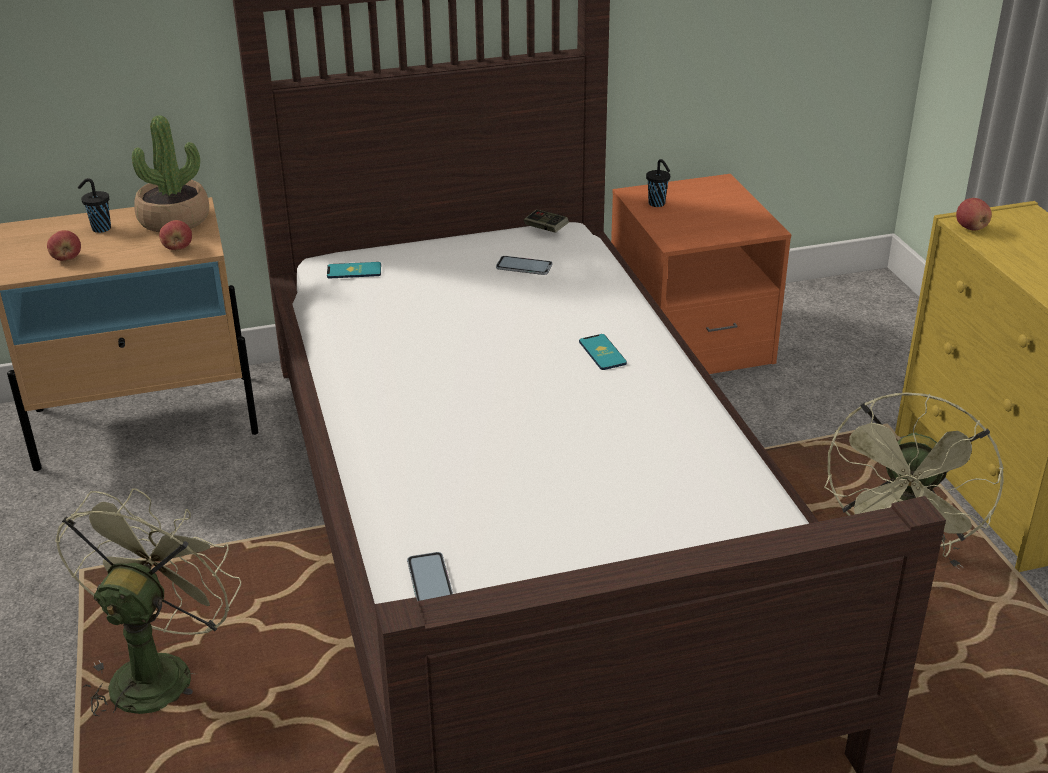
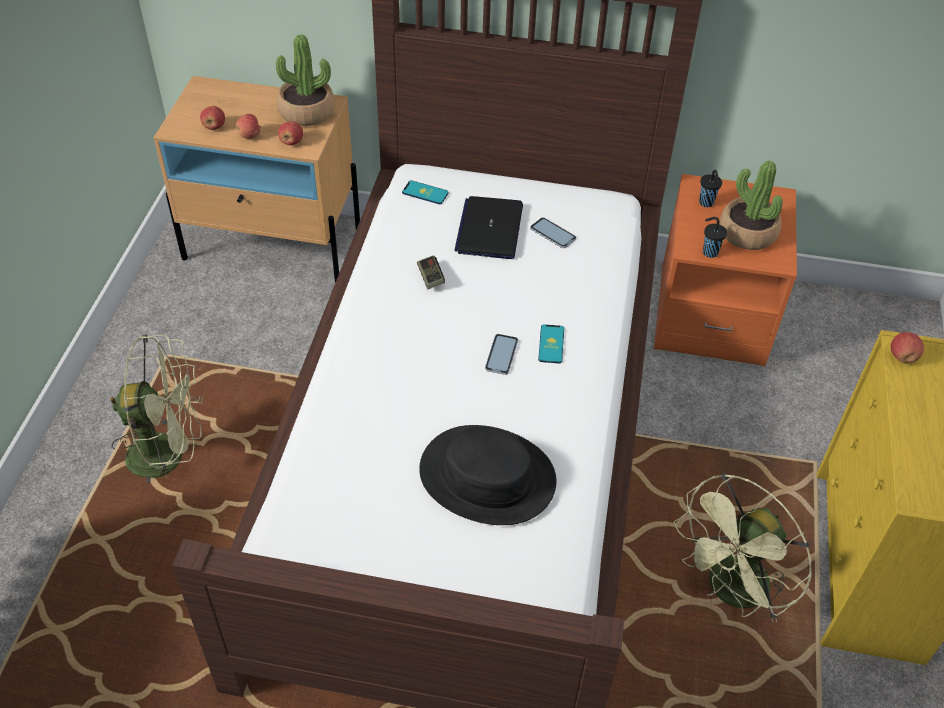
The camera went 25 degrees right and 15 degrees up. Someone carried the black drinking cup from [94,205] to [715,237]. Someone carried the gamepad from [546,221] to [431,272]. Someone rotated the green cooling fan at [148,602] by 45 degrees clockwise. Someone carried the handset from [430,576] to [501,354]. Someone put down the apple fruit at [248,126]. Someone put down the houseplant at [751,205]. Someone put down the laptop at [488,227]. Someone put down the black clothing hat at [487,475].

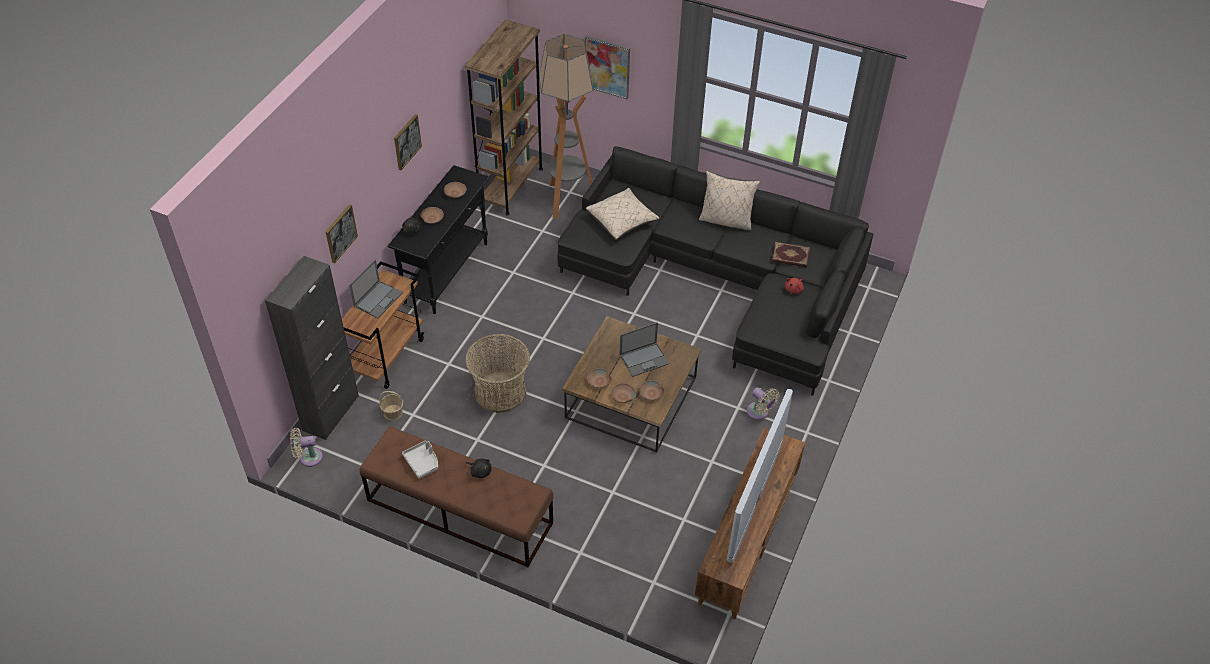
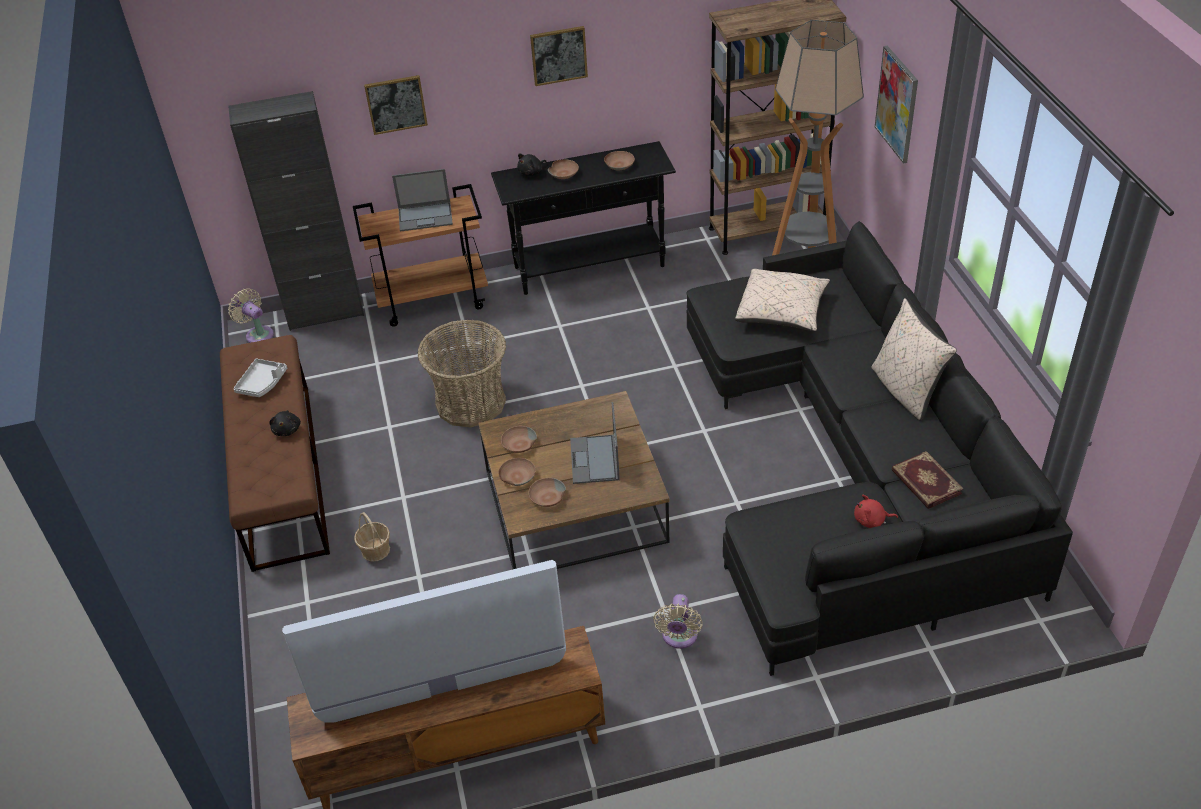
The camera went 55 degrees right and 5 degrees down. Someone rotated the laptop at [645,349] by 60 degrees clockwise. Someone carried the household basket from [391,406] to [372,537].

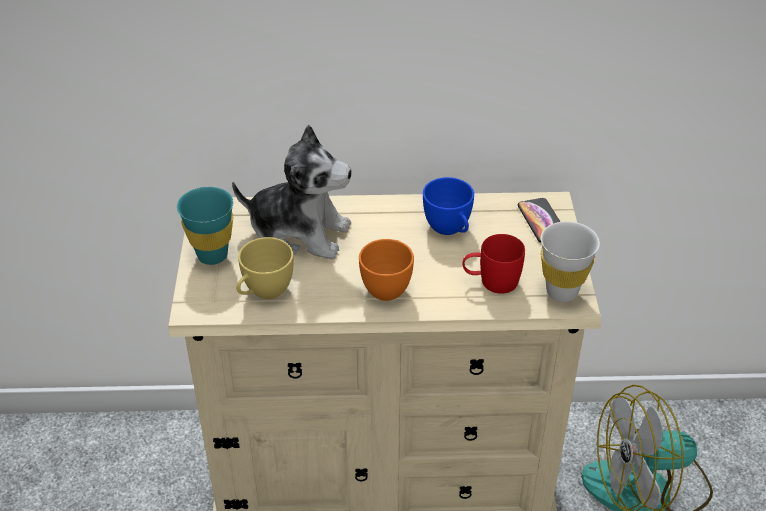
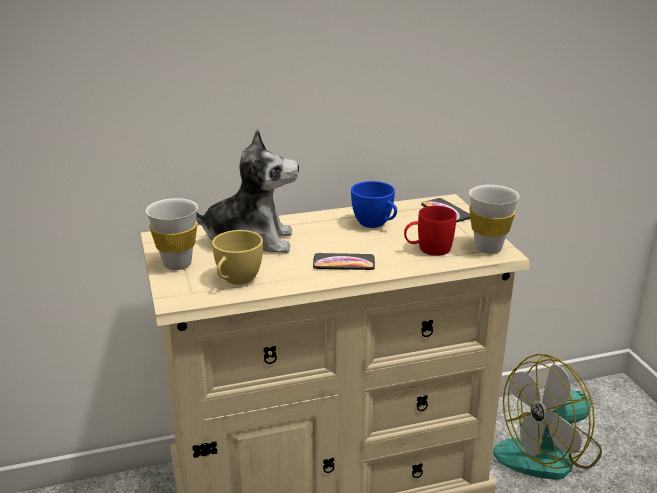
The camera went 15 degrees left and 15 degrees down. Someone repainted the turquoise drinking cup at [205,226], which became the white-coloured drinking cup at [172,234]. Someone swapped the orange drinking cup at [386,270] for the handset at [344,261].

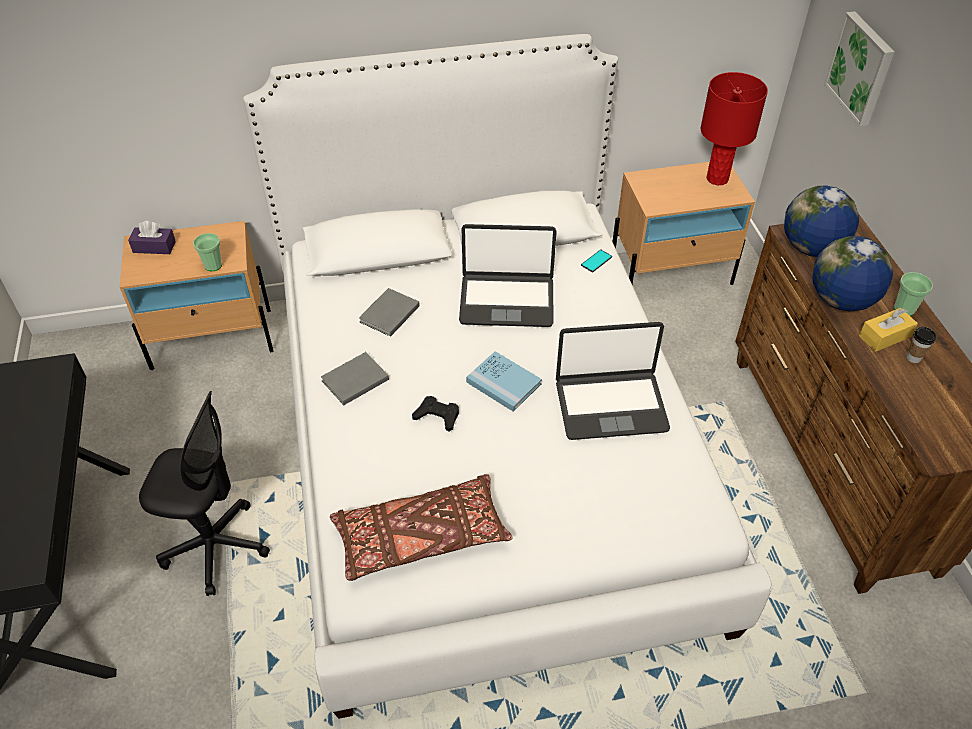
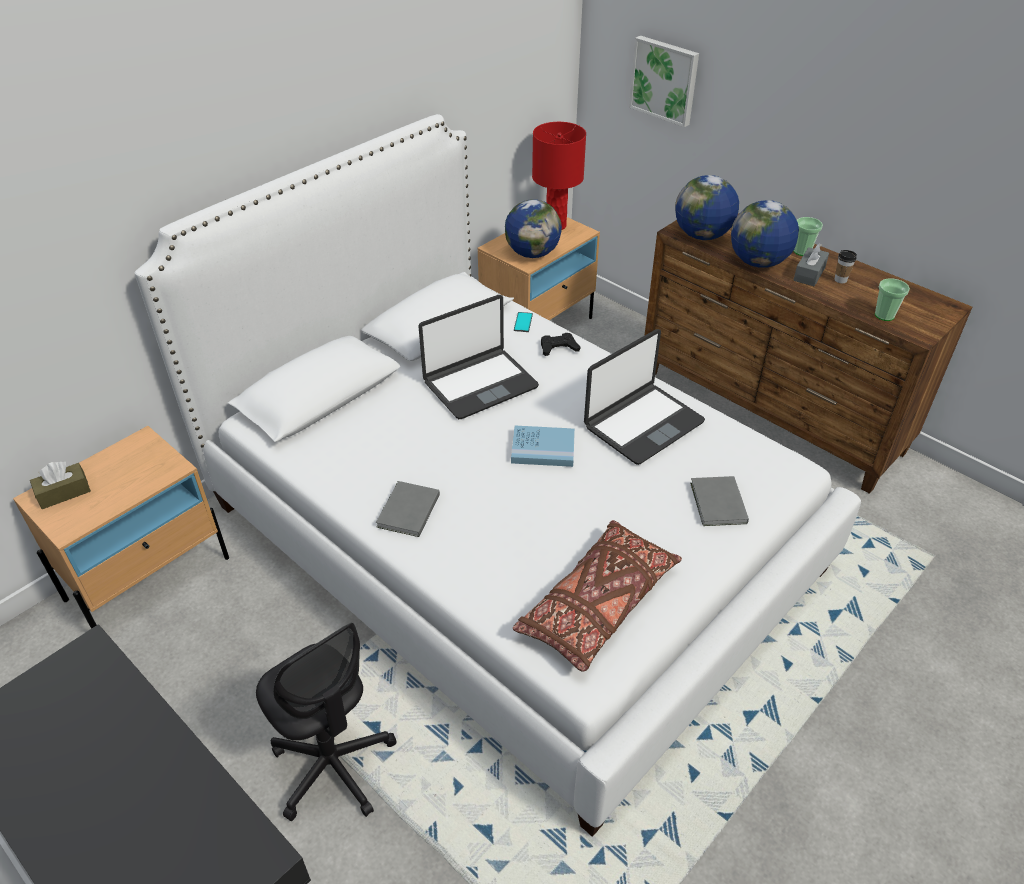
The camera went 35 degrees left and 5 degrees down. Someone repainted the purple box of tissues at [152,237], which became the brown-coloured box of tissues at [60,485]. Someone carried the drinking cup from [207,252] to [892,299]. Someone carried the greyish bound book from [389,312] to [719,501]. Someone repainted the yellowish box of tissues at [888,330], which became the greyish box of tissues at [811,264]. Someone rotated the black office chair at [204,493] by 75 degrees clockwise. Someone carried the black gamepad from [435,413] to [561,344]. Someone put down the globe at [533,228].

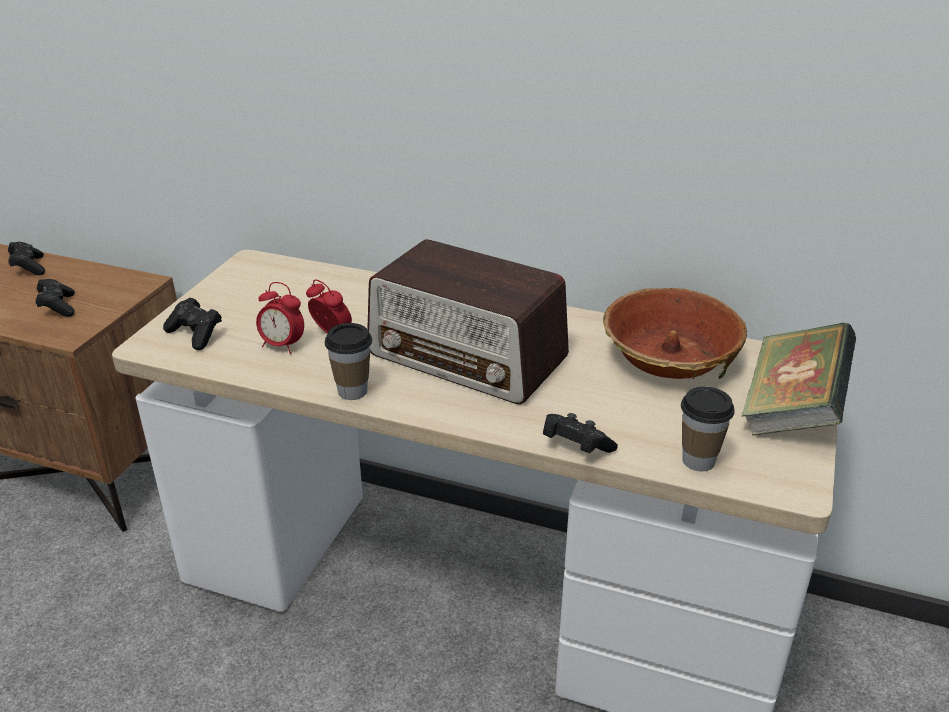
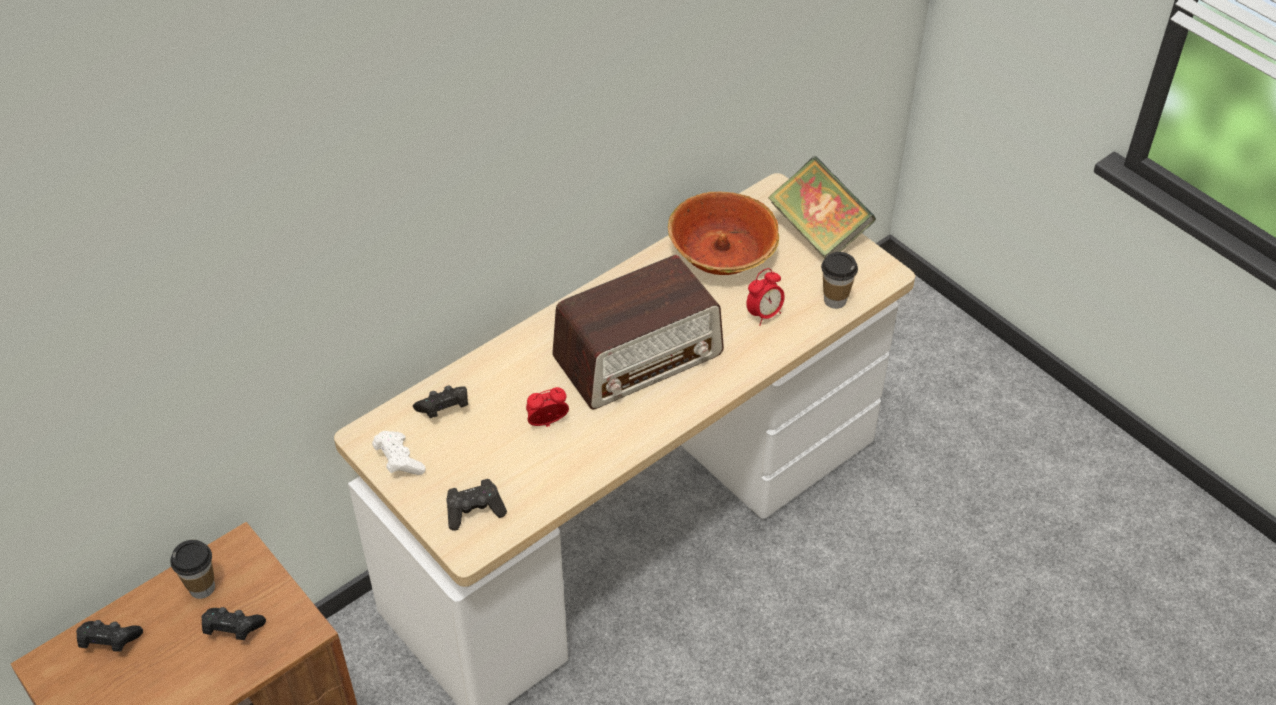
The camera went 60 degrees left and 15 degrees up. Someone carried the table clock from [280,318] to [766,297]. Someone carried the drinking cup from [348,361] to [192,569]. Someone carried the black gamepad from [580,433] to [440,402]. Someone put down the white-coloured gamepad at [399,453].

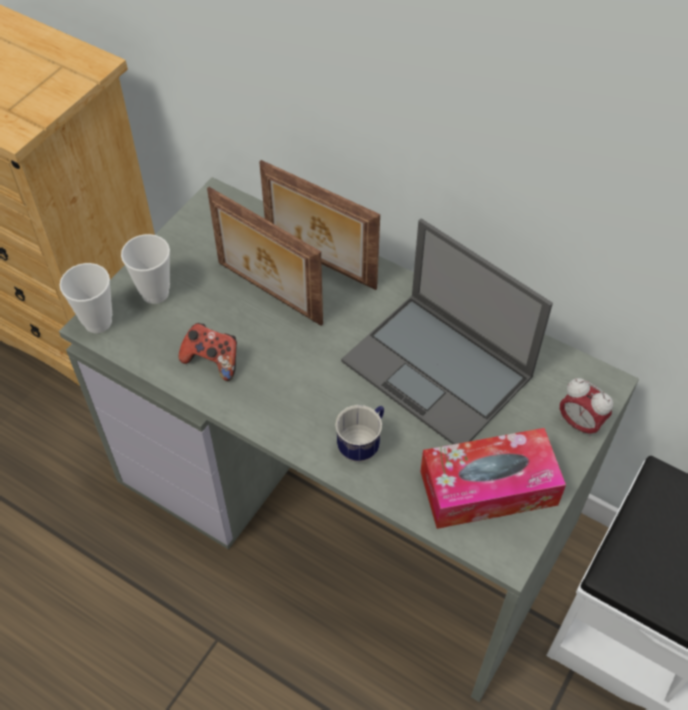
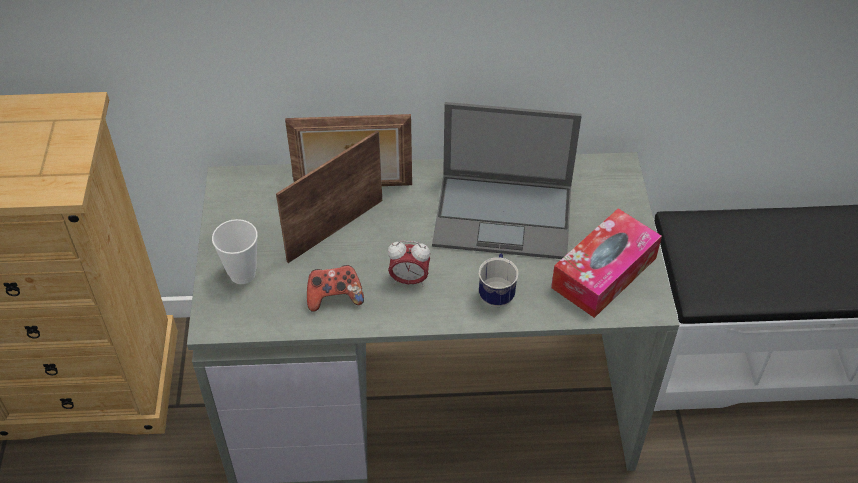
The camera went 35 degrees left and 5 degrees down. Someone rotated the picture frame at [265,256] by 135 degrees clockwise. Someone took away the drinking cup at [86,298]. Someone carried the table clock from [586,408] to [409,264].

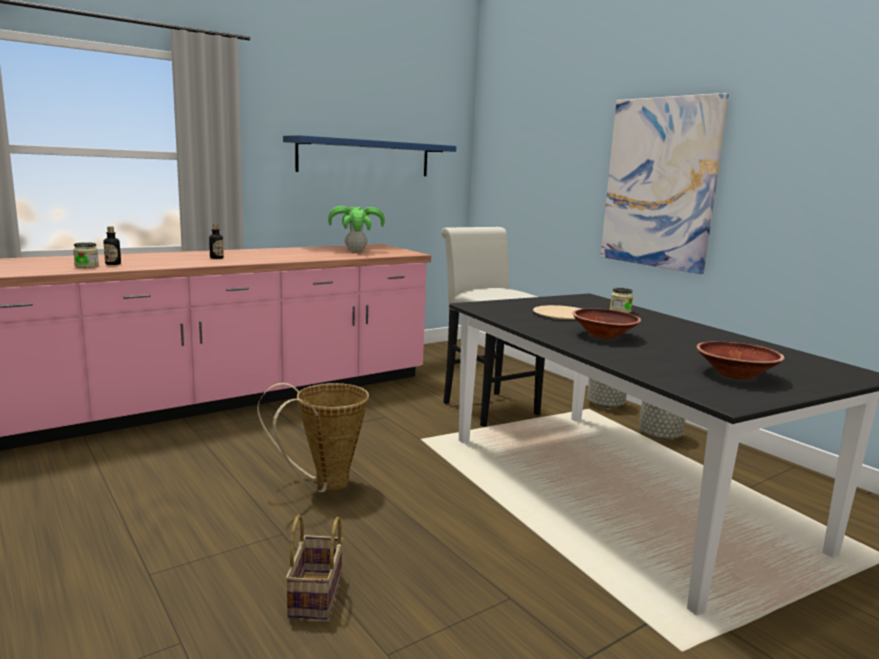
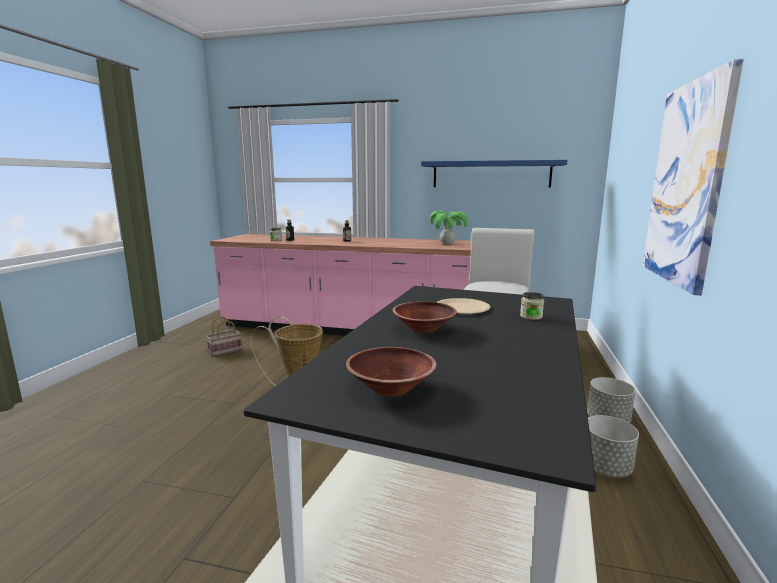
The camera went 50 degrees right and 0 degrees up. Someone carried the household basket from [314,567] to [224,336].

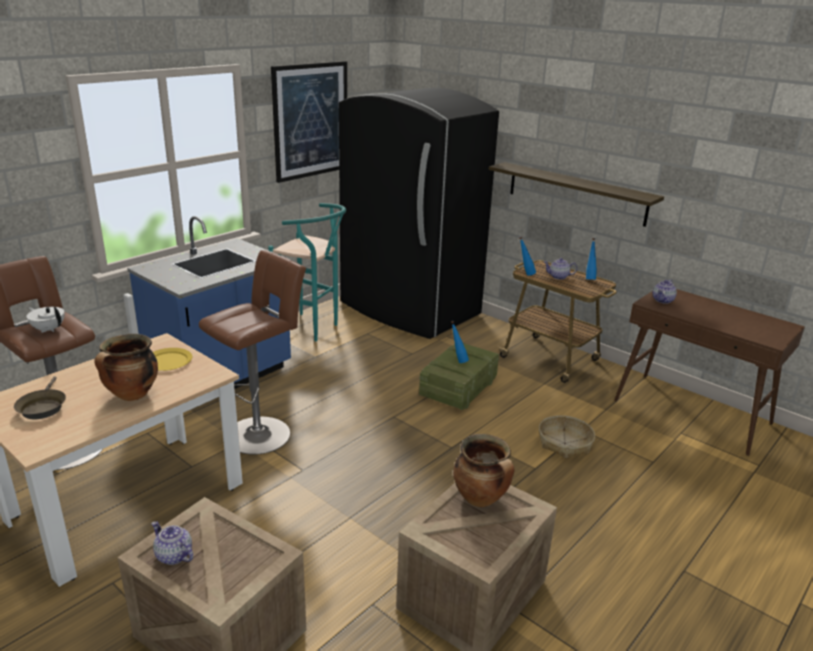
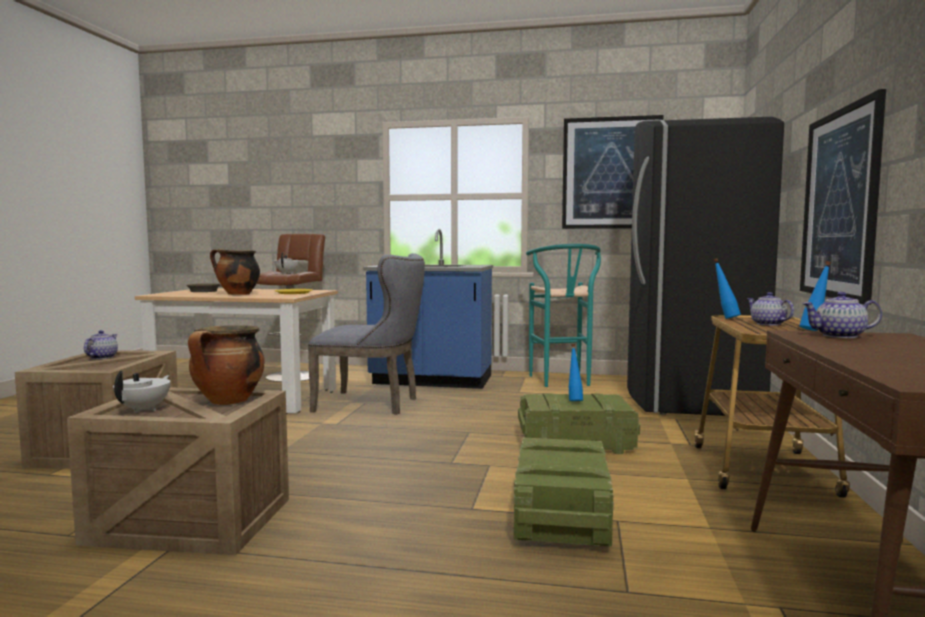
The camera went 60 degrees right and 20 degrees down. Someone swapped the wall shelf at [576,194] for the picture at [843,197]. Someone swapped the brown-coloured sitting stool at [252,352] for the greyish upright chair at [366,334]. Someone swapped the household basket at [567,436] for the shipping crate at [564,492]. Someone put down the white-coloured pot for tea at [141,392].

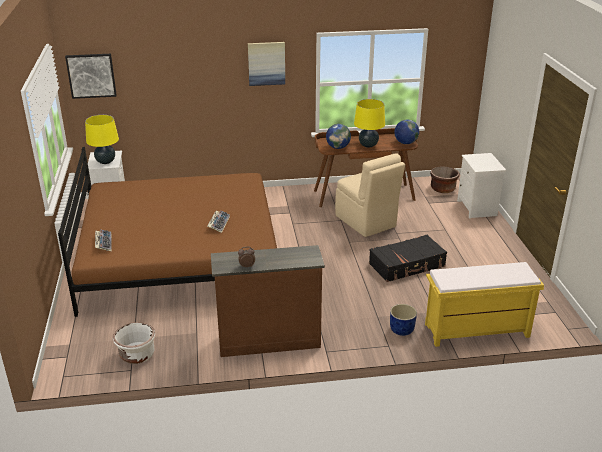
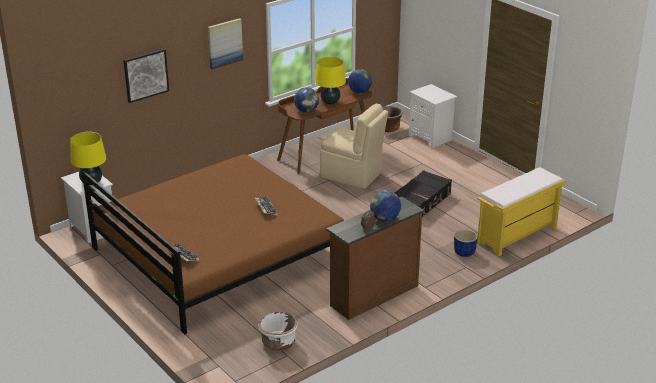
The camera went 30 degrees left and 0 degrees up. Someone carried the picture from [91,76] to [146,76]. Someone put down the globe at [385,205].

